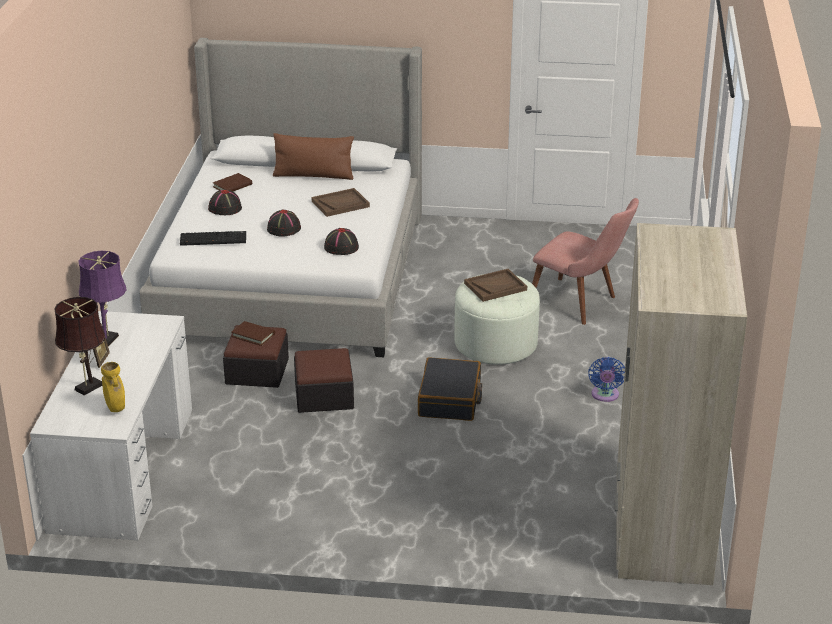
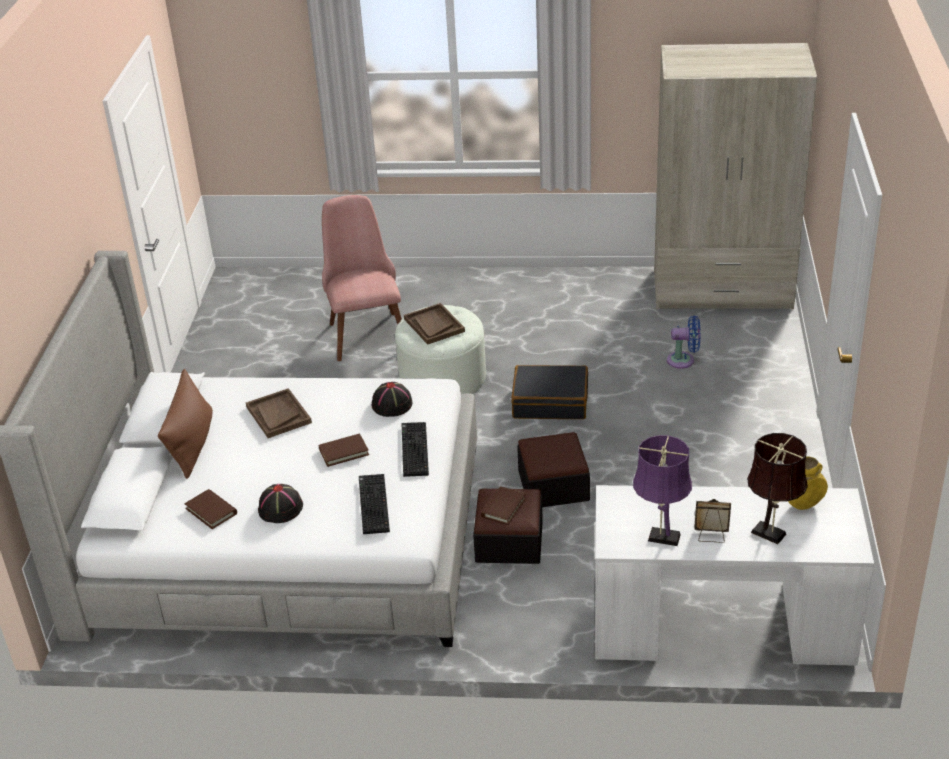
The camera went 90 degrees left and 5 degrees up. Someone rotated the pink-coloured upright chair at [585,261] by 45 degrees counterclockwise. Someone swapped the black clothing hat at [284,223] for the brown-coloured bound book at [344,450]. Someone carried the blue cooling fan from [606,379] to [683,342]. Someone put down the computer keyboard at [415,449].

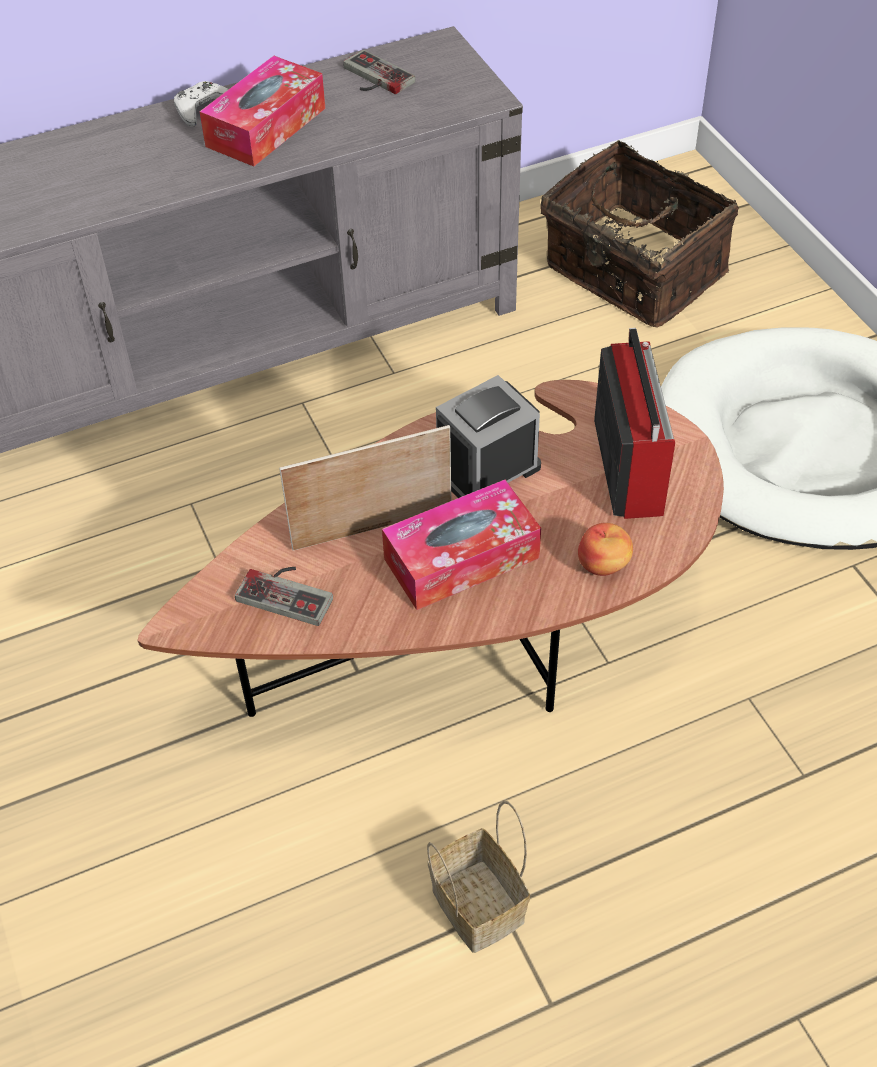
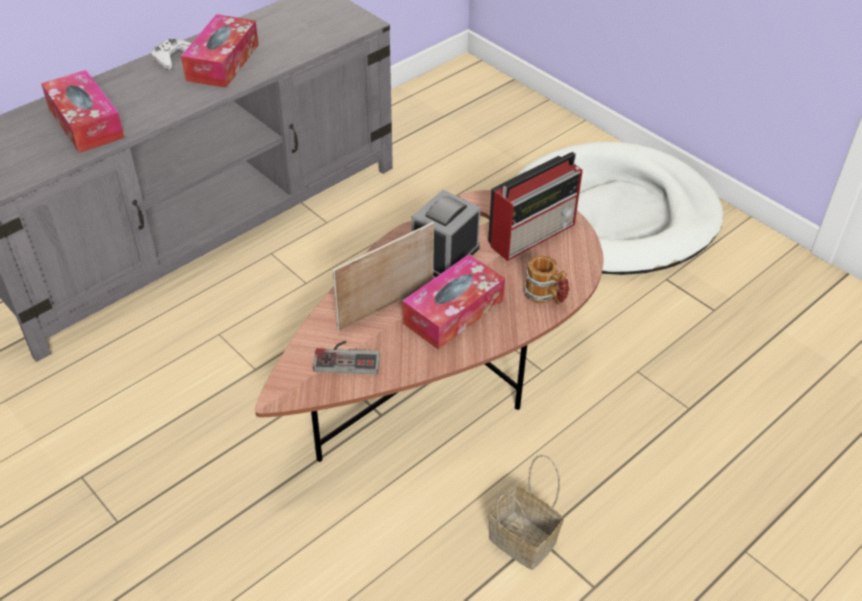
The camera went 20 degrees left and 5 degrees down. Someone took away the gamepad at [379,72]. Someone took away the household basket at [640,234]. Someone rotated the radio receiver at [634,423] by 75 degrees clockwise. Someone swapped the apple fruit at [605,549] for the coffee mug at [546,279]. Someone put down the box of tissues at [83,111].

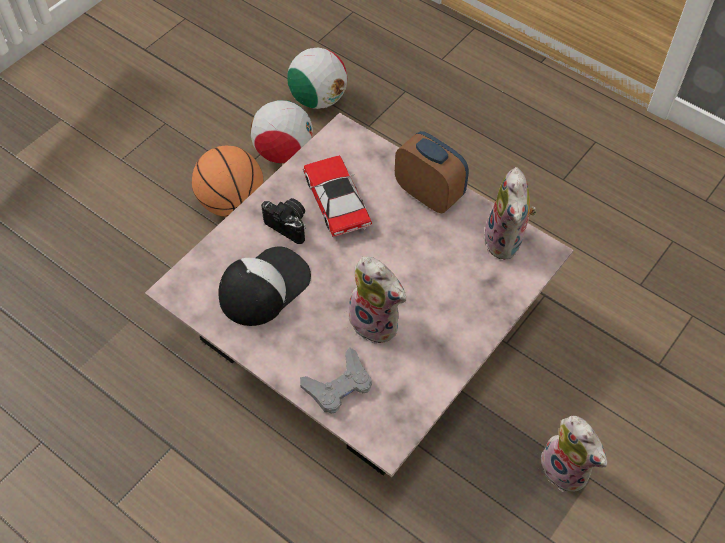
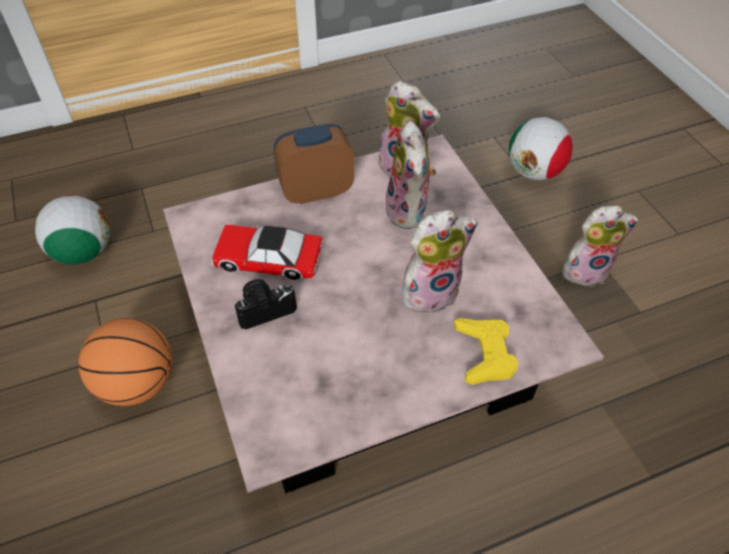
The camera went 60 degrees left and 5 degrees down. Someone carried the football ball from [281,131] to [541,148]. Someone took away the cap at [264,286]. Someone repainted the greyish gamepad at [336,381], which became the yellowish gamepad at [486,351]. Someone put down the soft toy at [410,175].

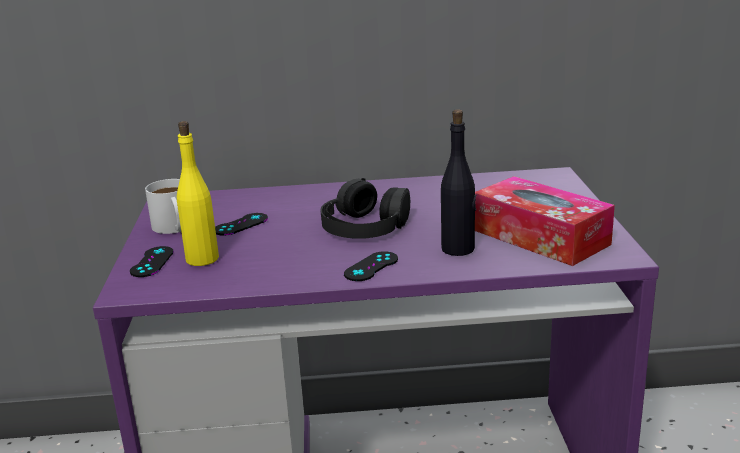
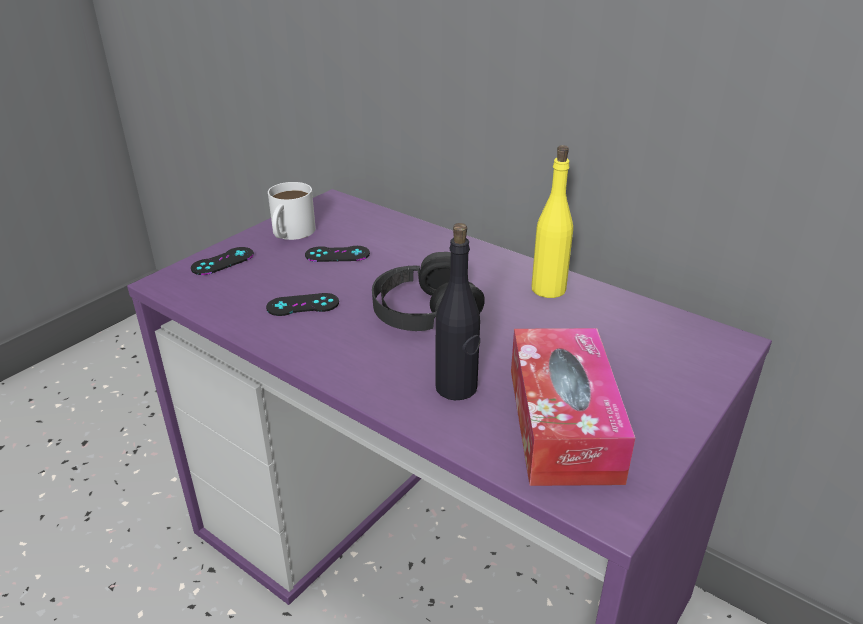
The camera went 40 degrees right and 10 degrees up. Someone carried the yellowish beverage bottle from [198,193] to [552,221]. Someone carried the black gamepad from [371,266] to [302,304].

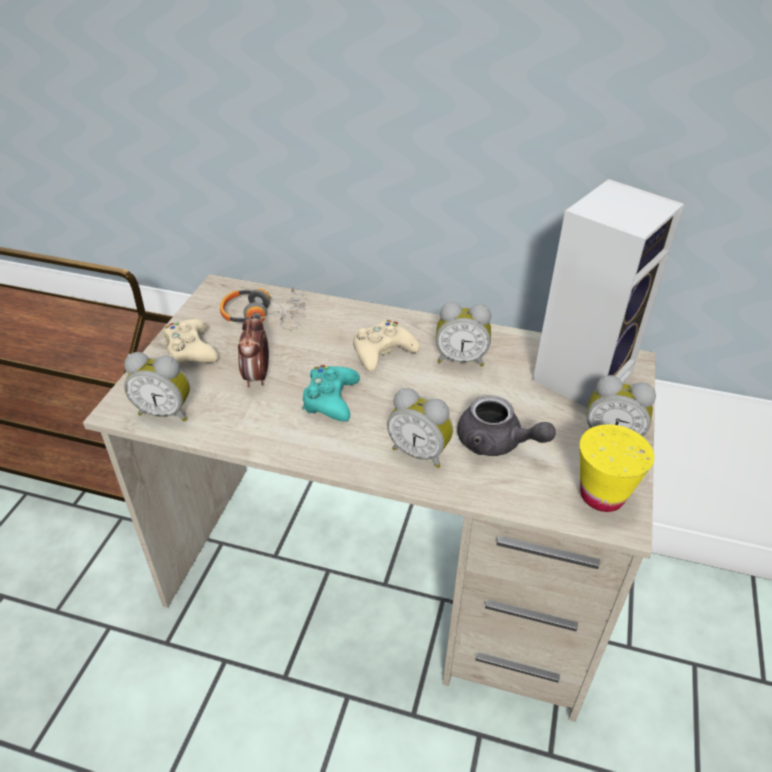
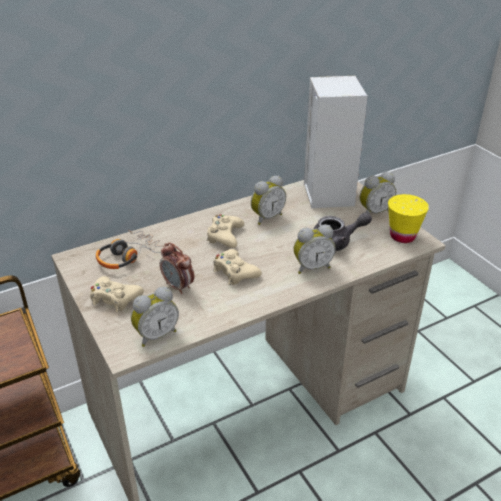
The camera went 45 degrees left and 5 degrees down. Someone repainted the turquoise gamepad at [331,393], which became the beige gamepad at [237,267].

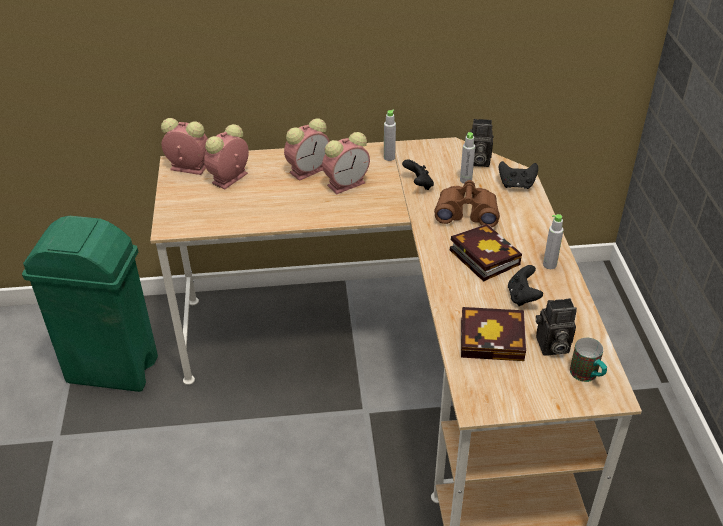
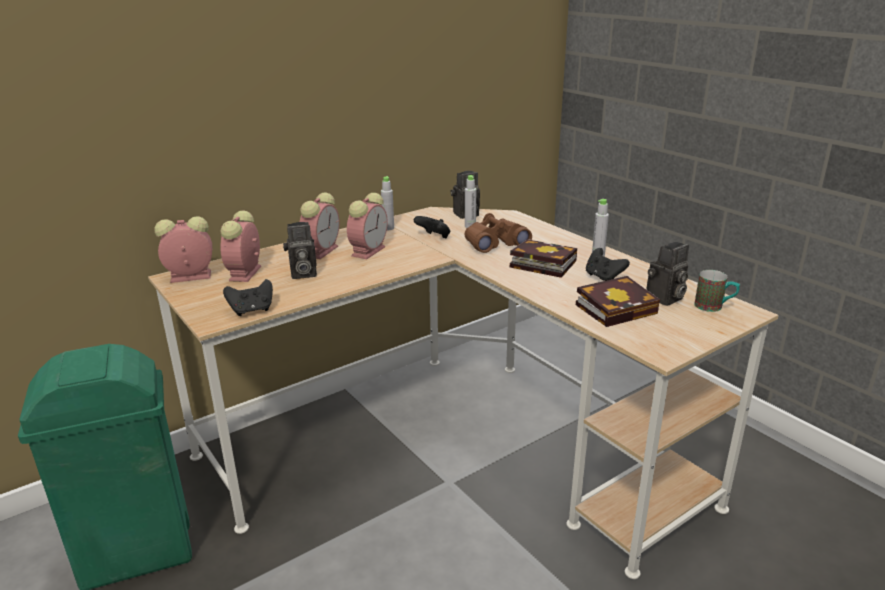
The camera went 30 degrees left and 15 degrees down. Someone carried the black gamepad from [518,175] to [248,297]. Someone put down the still camera at [300,250].

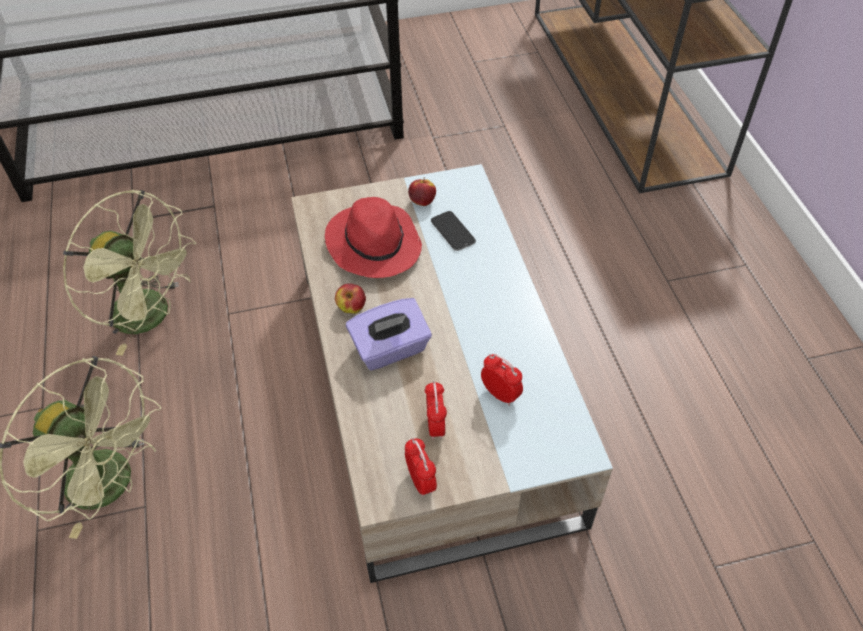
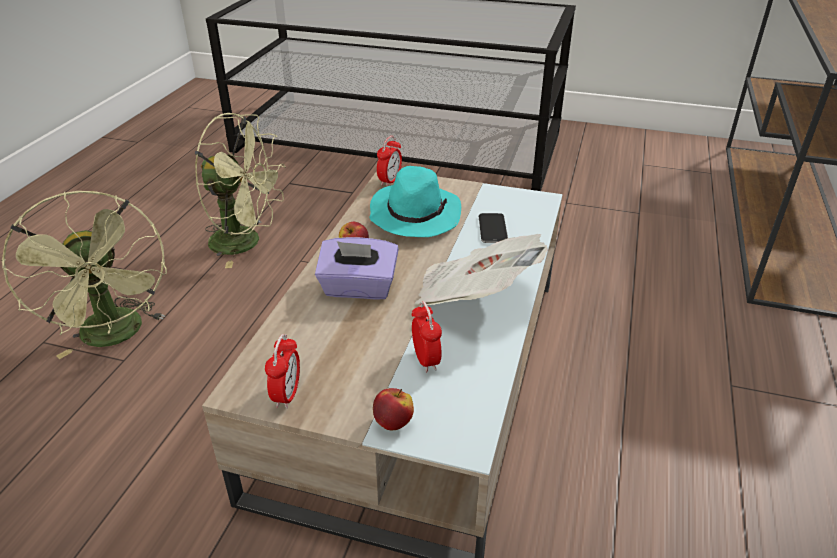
The camera went 30 degrees right and 15 degrees down. Someone carried the apple fruit from [422,191] to [393,409]. Someone rotated the green cooling fan at [129,273] by 45 degrees counterclockwise. Someone repainted the red-coloured clothing hat at [373,237], which became the turquoise clothing hat at [415,201]. Someone carried the table clock from [435,410] to [389,161]. Someone put down the printed paper at [481,269].

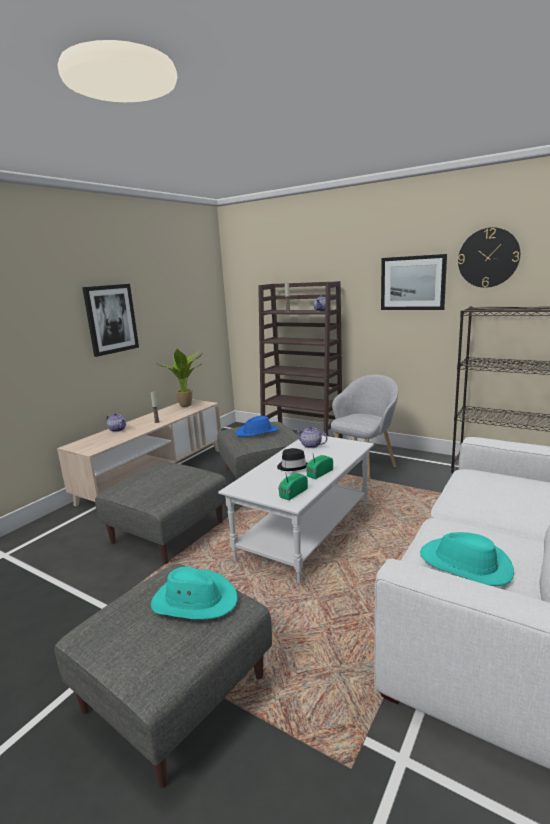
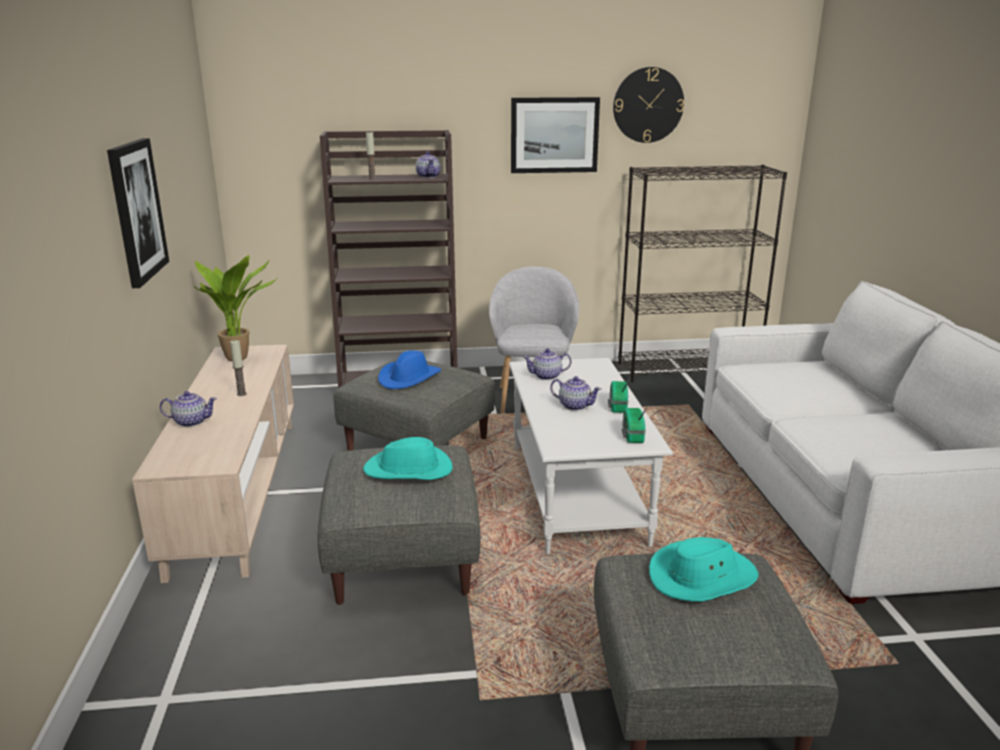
The camera went 40 degrees left and 5 degrees up. Someone swapped the black clothing hat at [292,459] for the pot for tea at [575,393]. Someone carried the turquoise clothing hat from [467,559] to [408,458].

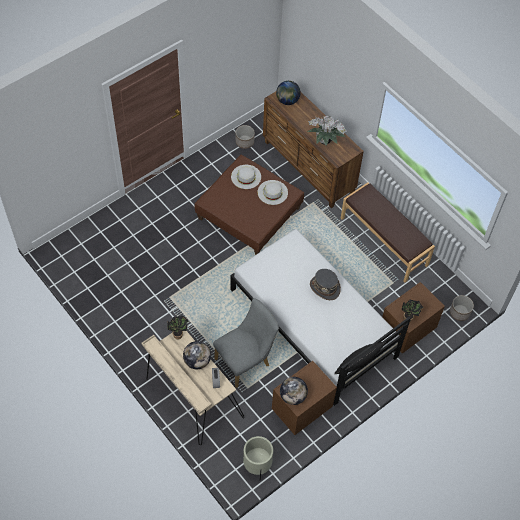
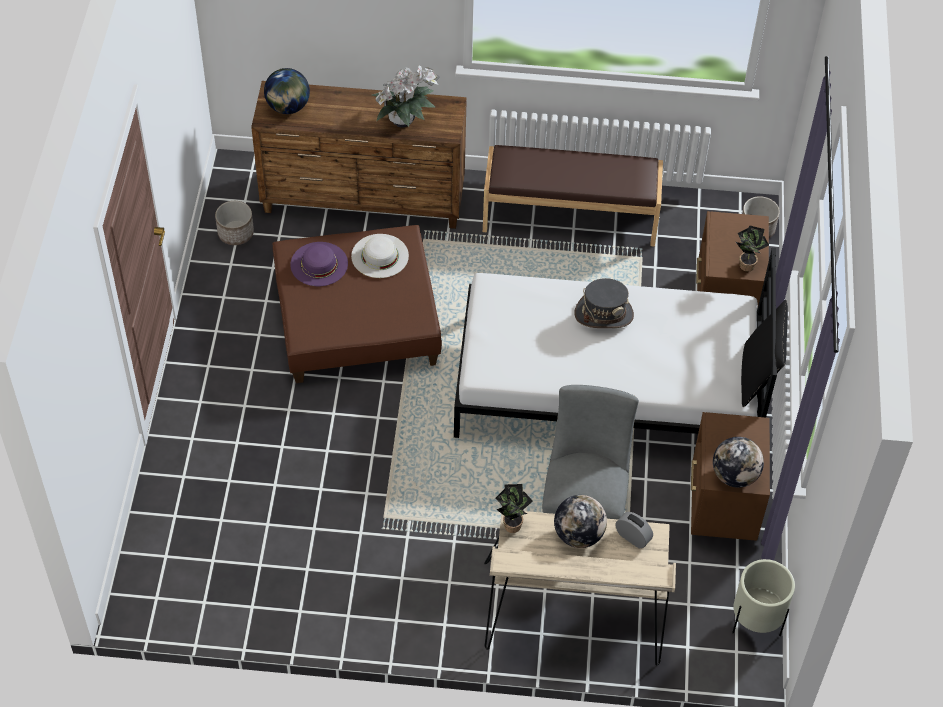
The camera went 45 degrees left and 5 degrees down. Someone repainted the white-coloured clothing hat at [246,177], which became the purple clothing hat at [319,264].

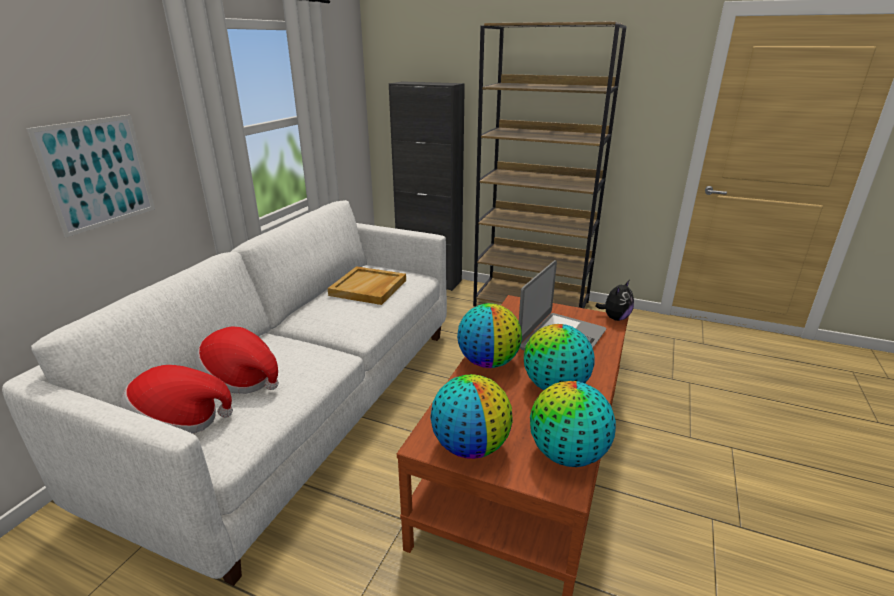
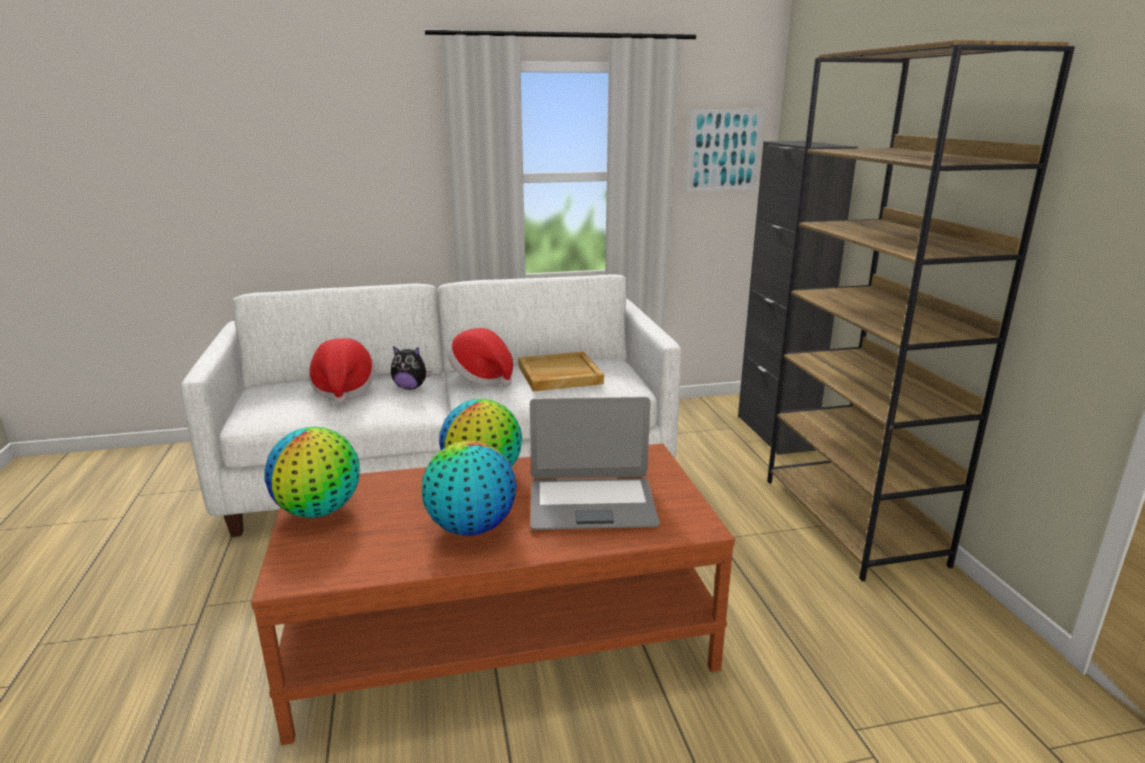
The camera went 55 degrees right and 5 degrees down. Someone carried the picture from [90,176] to [725,150]. Someone carried the soft toy from [615,301] to [411,368]. Someone carried the clothing hat from [177,399] to [480,357]. Someone took away the globe at [573,424].

